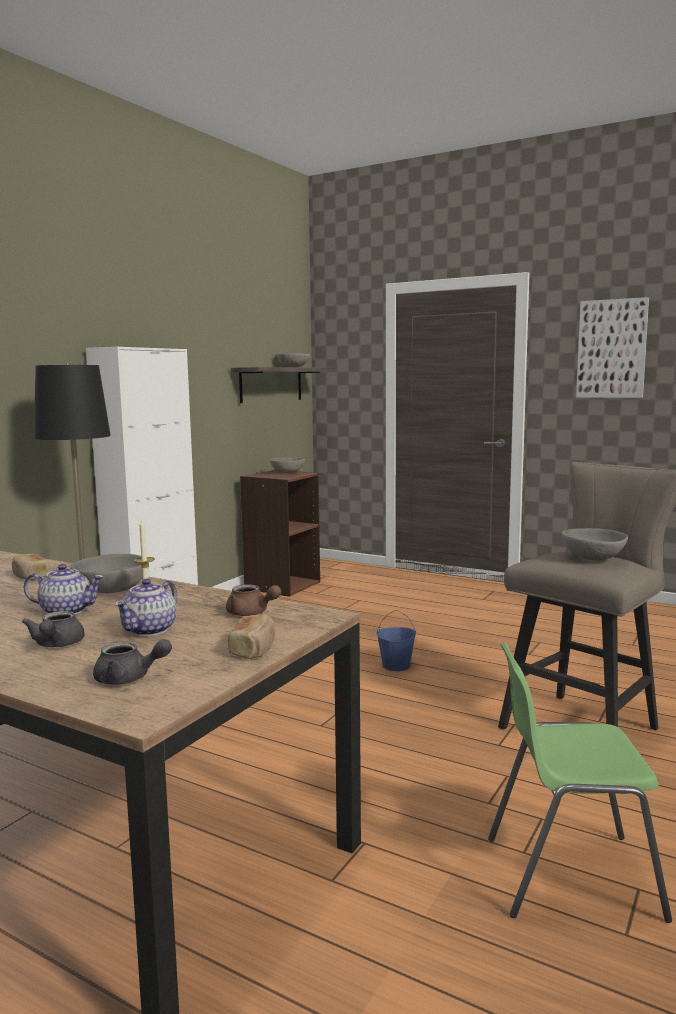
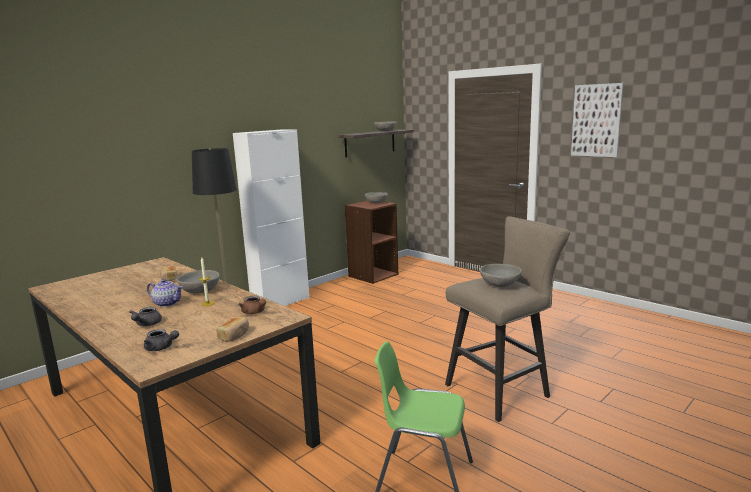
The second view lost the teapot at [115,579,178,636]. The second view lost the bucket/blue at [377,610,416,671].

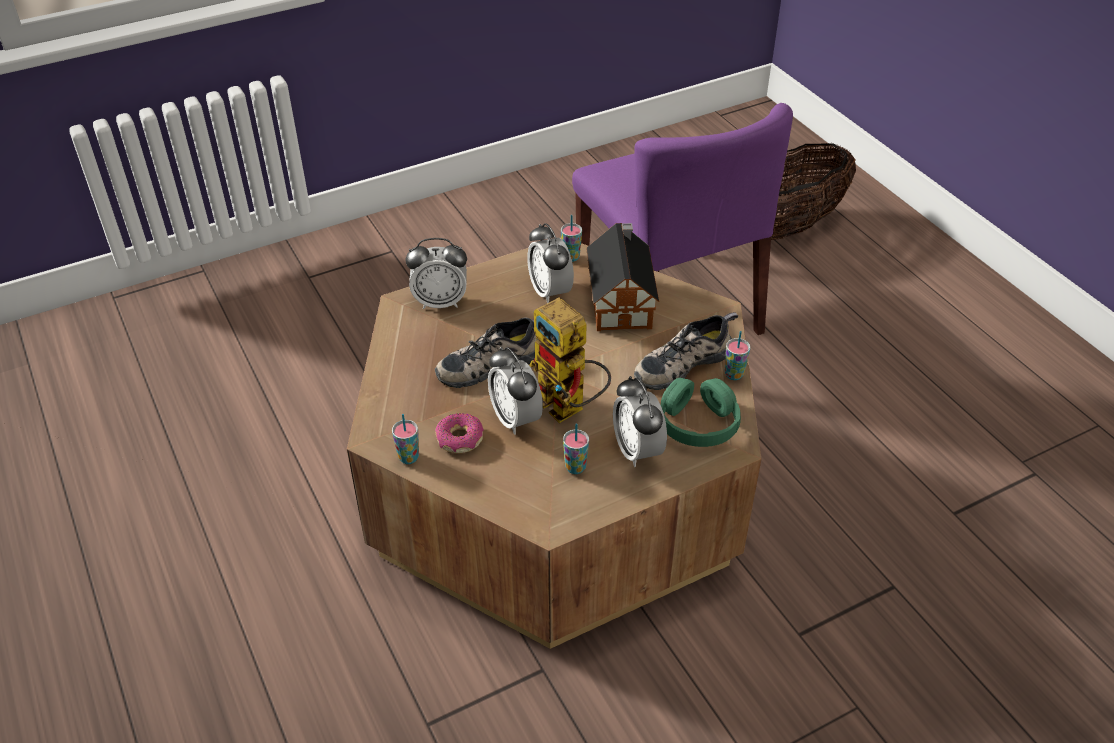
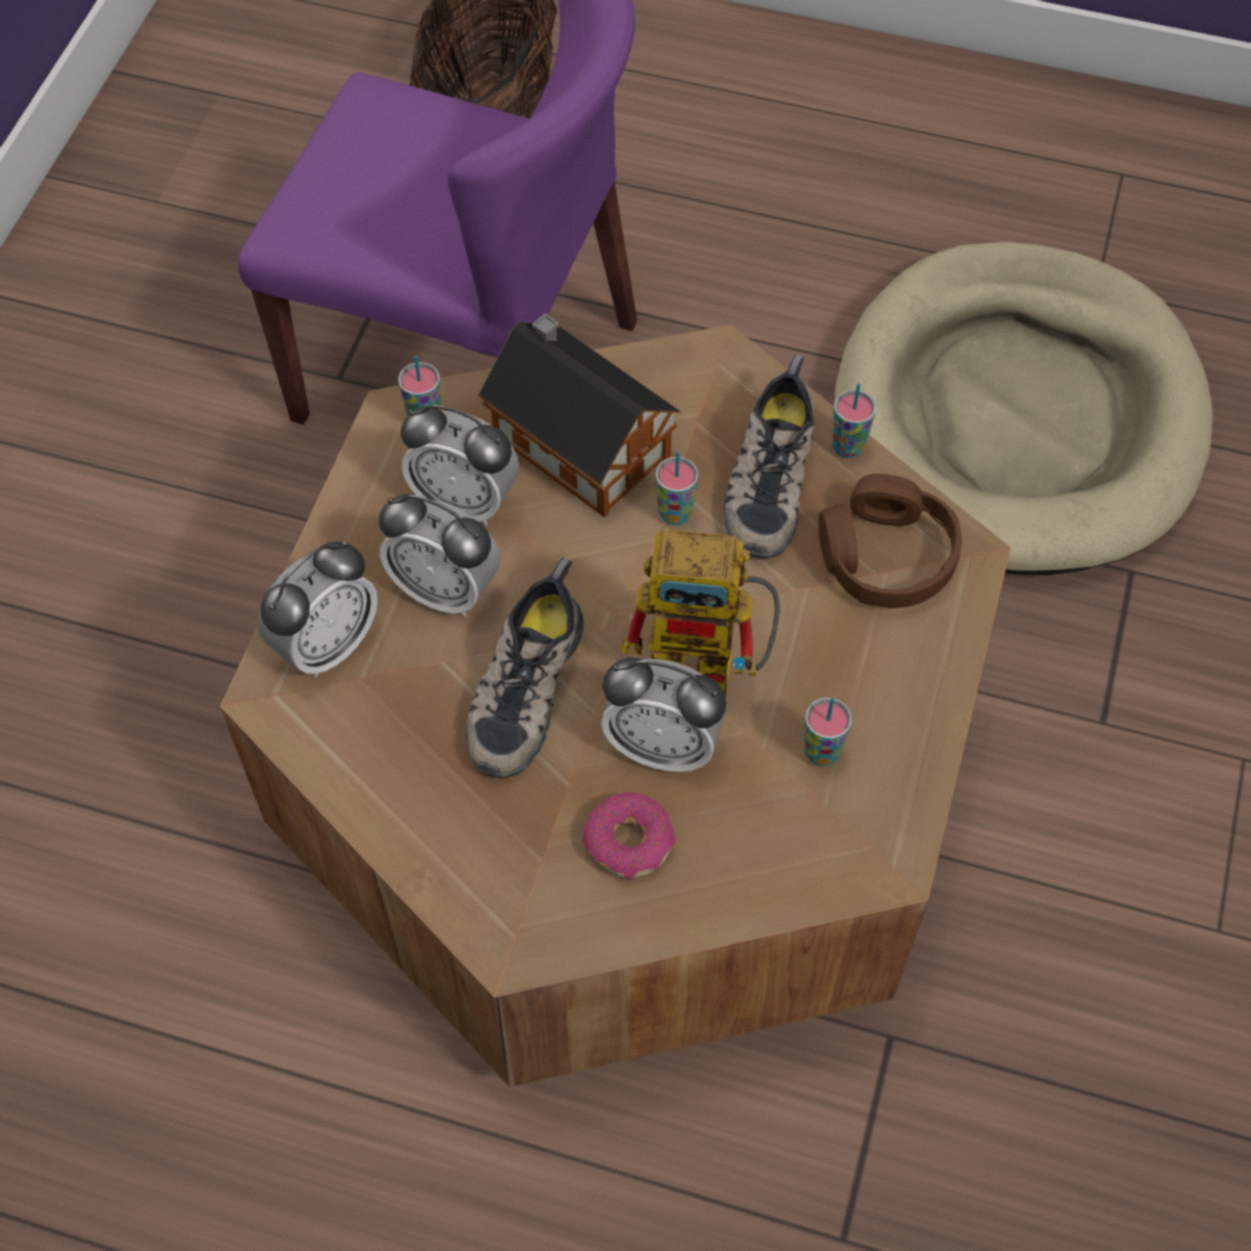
The alarm clock ended up elsewhere, having gone from [613,376,667,467] to [379,494,501,617]. The cup ended up elsewhere, having gone from [392,414,419,464] to [655,452,698,525]. What was the headphones/green at [661,378,741,447] turned into the headphones/brown at [818,474,962,608]. The second view gained the dog bed/beige at [834,242,1213,575].

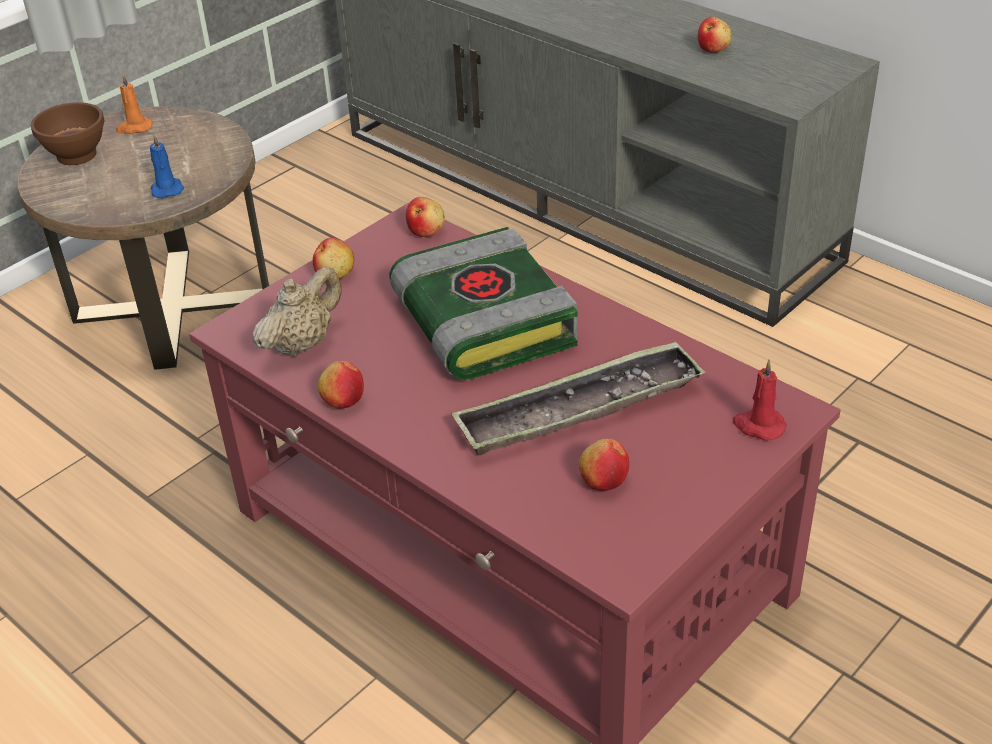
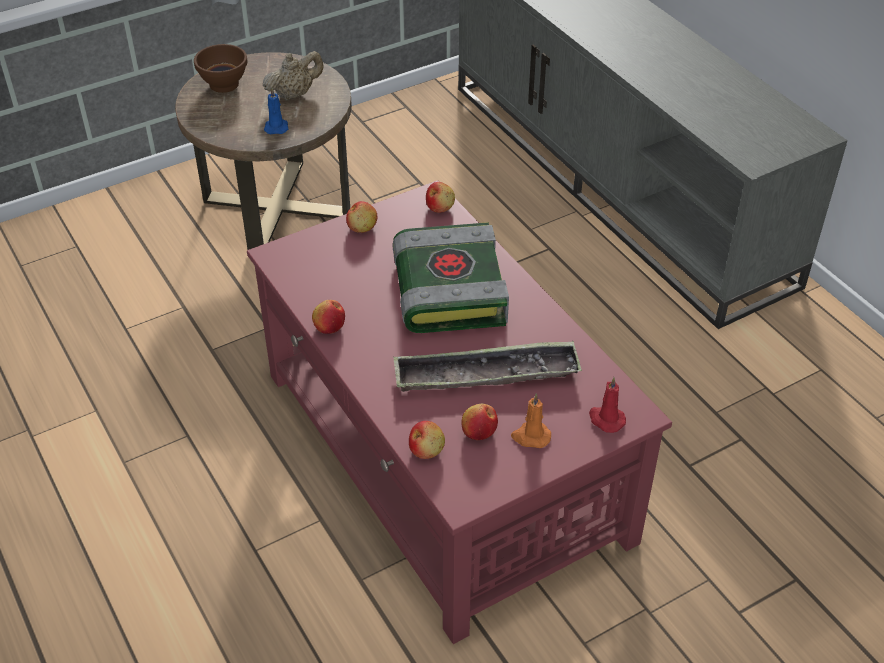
The teapot/beige ended up elsewhere, having gone from [253,266,342,357] to [263,51,324,100]. The apple ended up elsewhere, having gone from [698,17,732,53] to [409,421,445,459]. The candle/orange ended up elsewhere, having gone from [116,74,153,134] to [511,393,551,448].

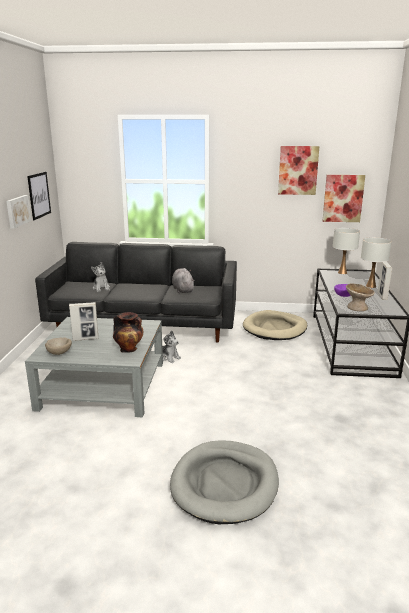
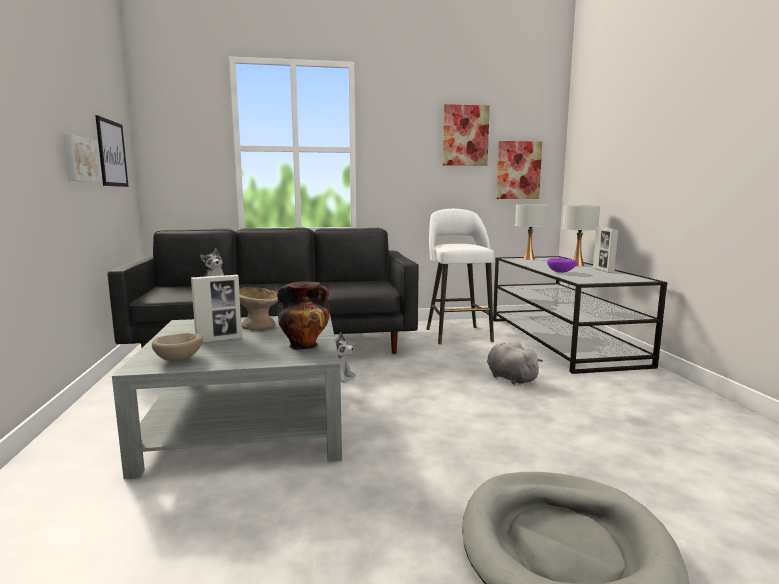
The bowl/beige ended up elsewhere, having gone from [346,284,375,311] to [239,287,278,330]. Where the dog bed/beige stood at [243,310,307,340], the stool/white came to stand at [426,209,494,345]. The plush toy/grey ended up elsewhere, having gone from [172,268,195,293] to [487,341,543,385].

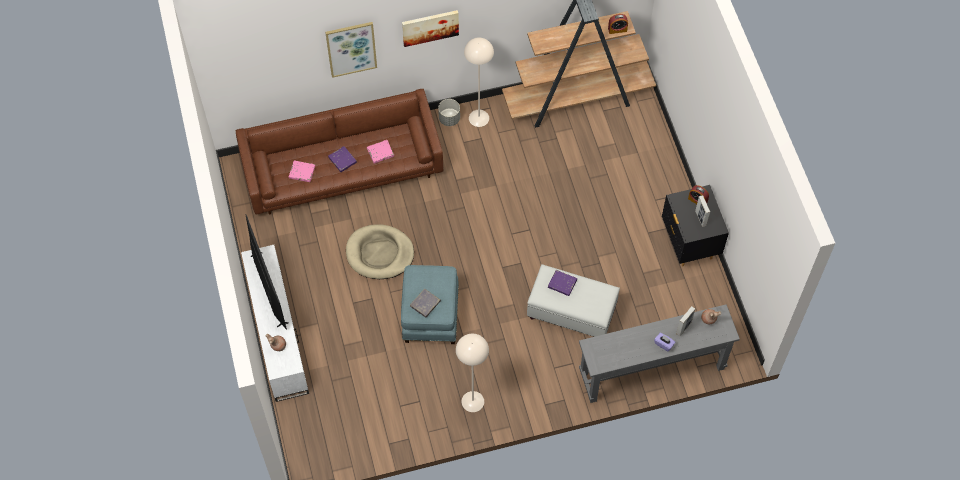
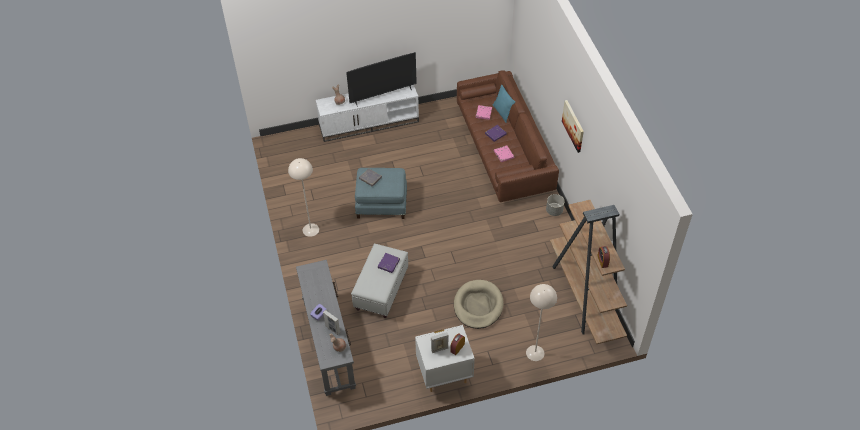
What was the nightstand/black at [662,185,729,266] turned into the nightstand/white at [415,325,475,392]. The dog bed/beige ended up elsewhere, having gone from [346,224,414,279] to [454,280,504,329]. The second view gained the pillow/turquoise at [493,85,515,123]. The floor lamp/beige ended up elsewhere, having gone from [464,37,494,127] to [526,284,557,361]. The second view lost the picture at [325,22,377,78].

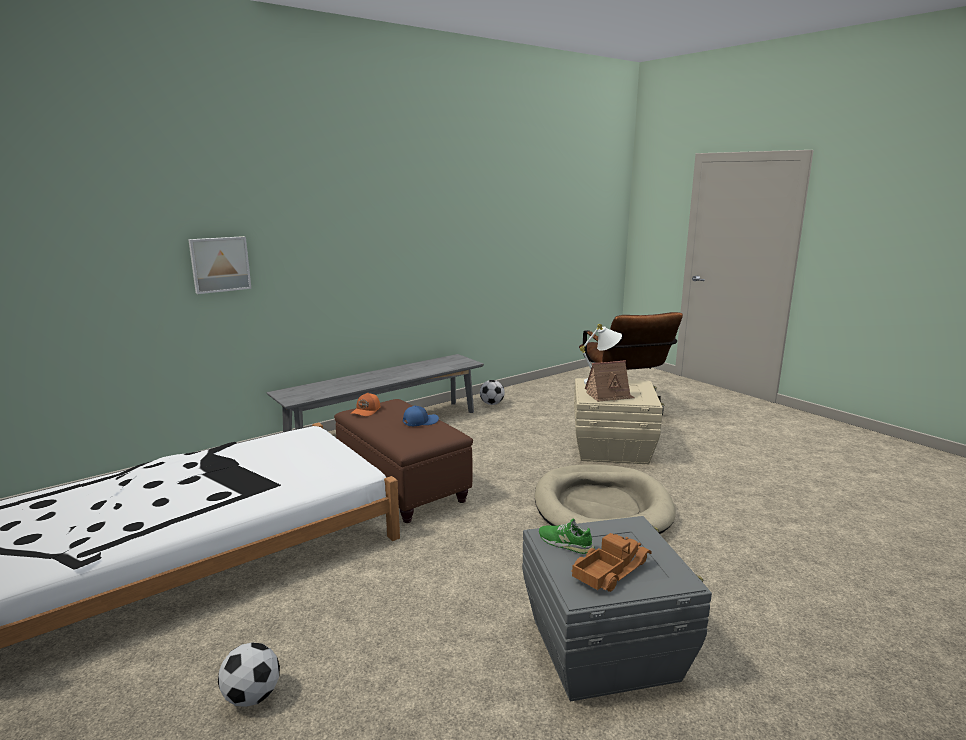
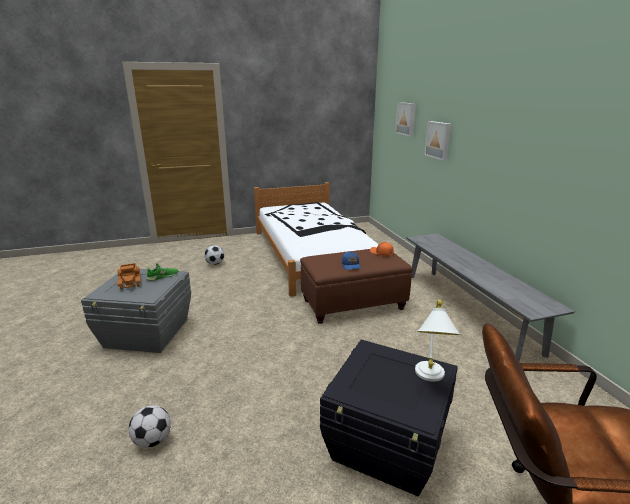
The football ended up elsewhere, having gone from [480,380,505,405] to [129,405,171,448]. What was the storage box/beige at [574,378,664,464] turned into the storage box/black at [320,339,458,496]. The second view gained the picture at [395,102,416,136]. The second view lost the dog bed/beige at [535,464,676,534]. The second view lost the toy house at [585,360,635,402].

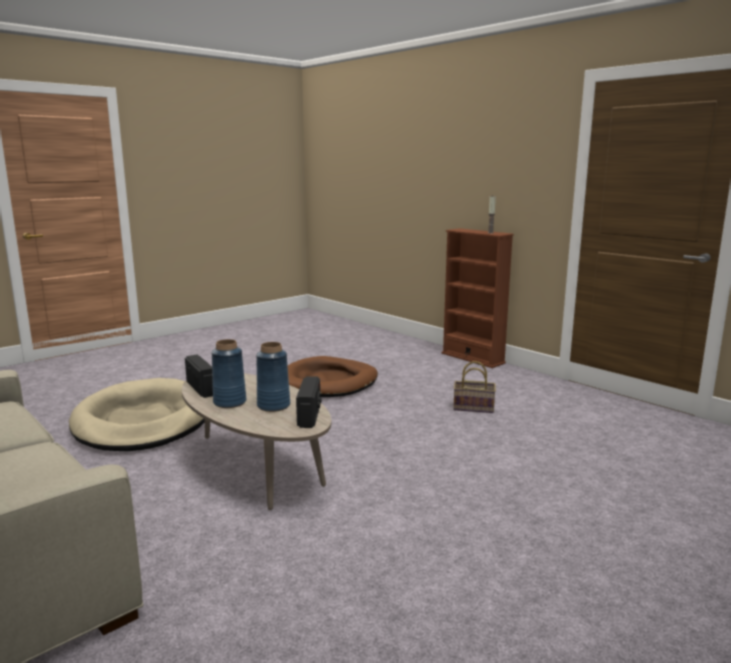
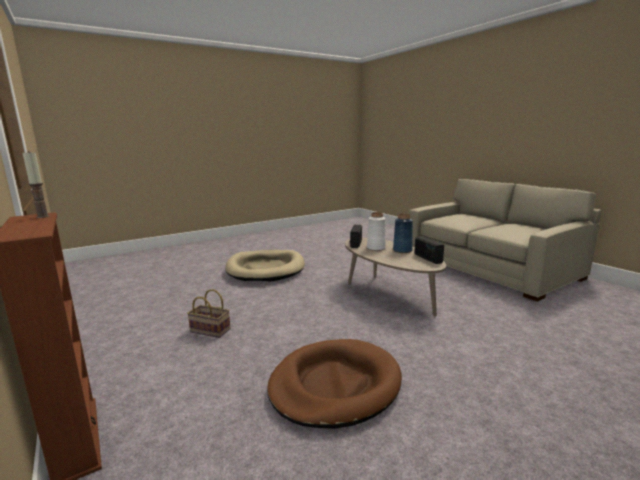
The dog bed/beige ended up elsewhere, having gone from [69,378,205,451] to [225,250,305,282]. What was the vase/blue at [256,342,290,412] turned into the vase/white at [367,212,386,251].

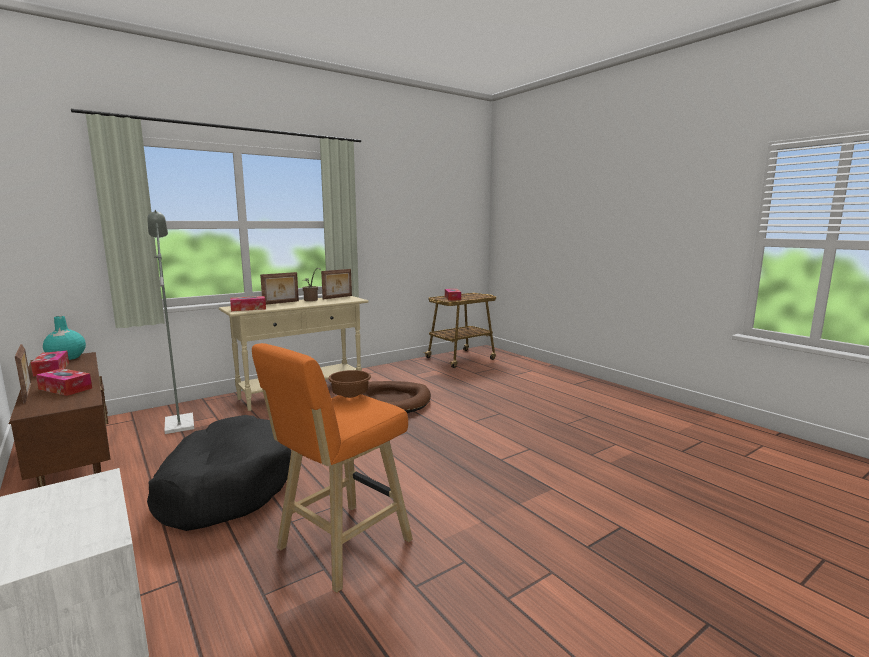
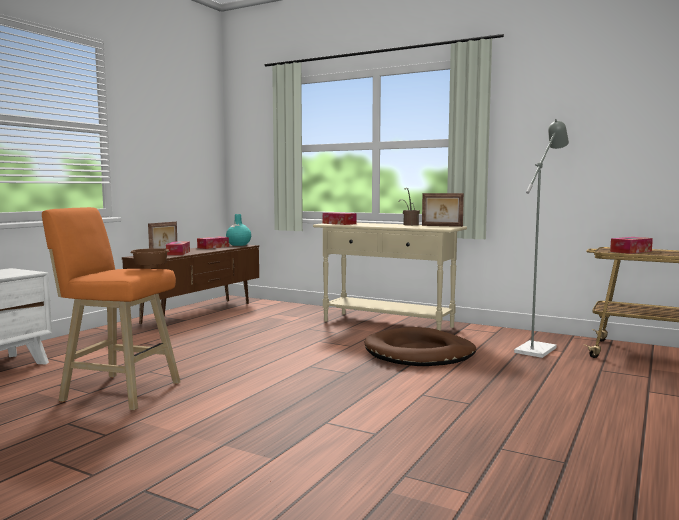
The floor lamp/grey ended up elsewhere, having gone from [147,210,194,434] to [514,119,569,358]. The second view lost the dog bed/black at [147,415,291,531]. The second view lost the picture frame at [260,272,299,305].

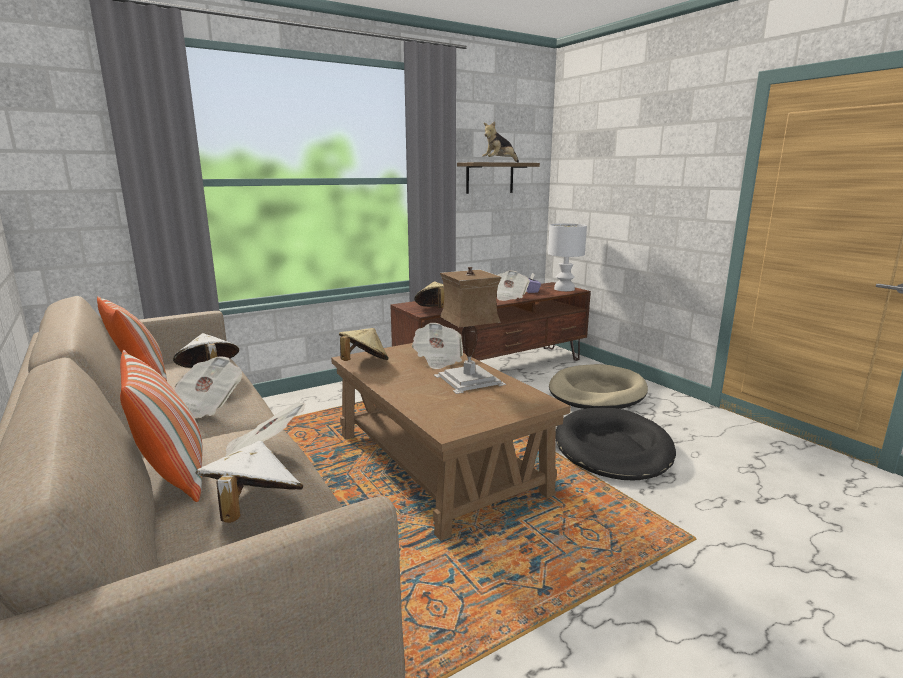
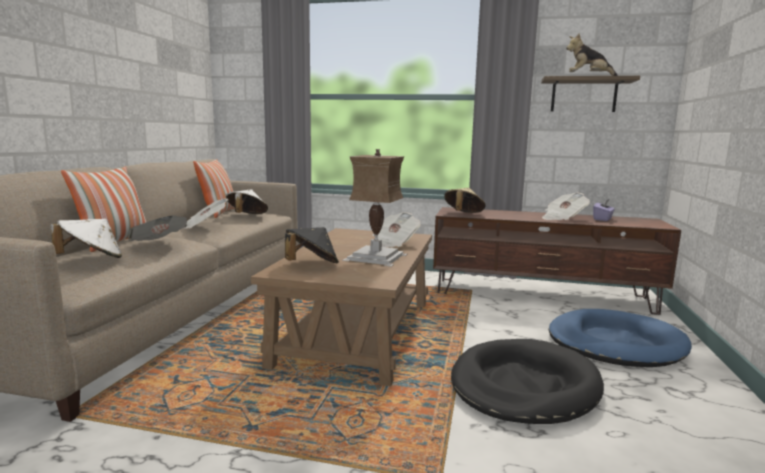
The second view gained the hat/black at [285,227,339,263]. What was the dog bed/beige at [549,364,648,409] turned into the dog bed/blue at [549,309,692,367]. The second view lost the hat/beige at [339,328,389,361]. The second view lost the table lamp/white at [548,223,587,291].

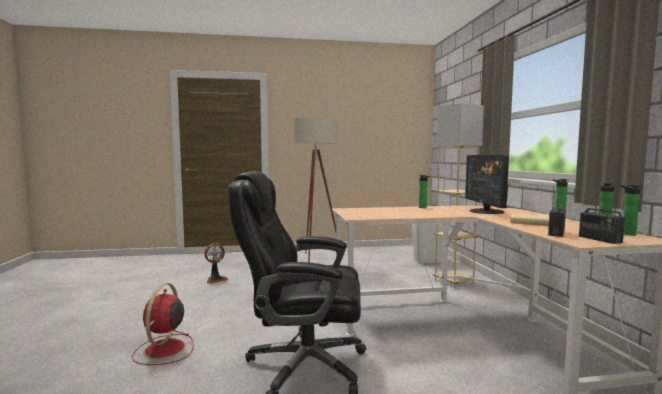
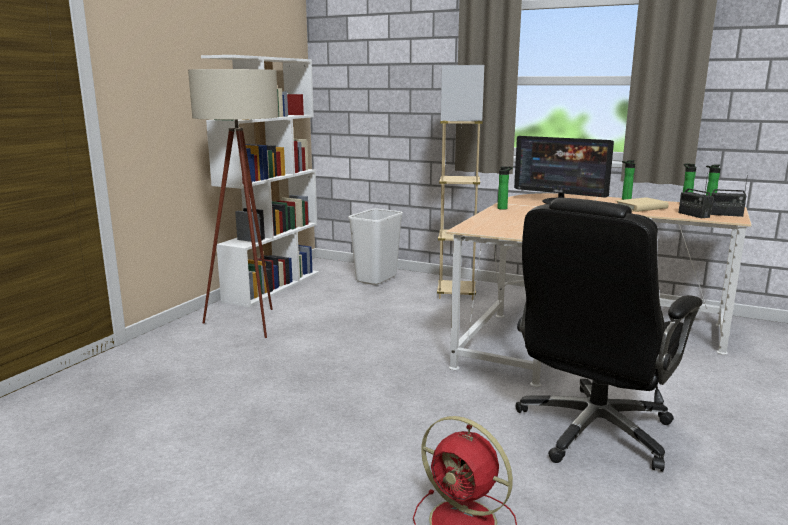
The second view gained the bookcase/white at [201,55,319,307]. The second view lost the fan at [204,243,228,284].

